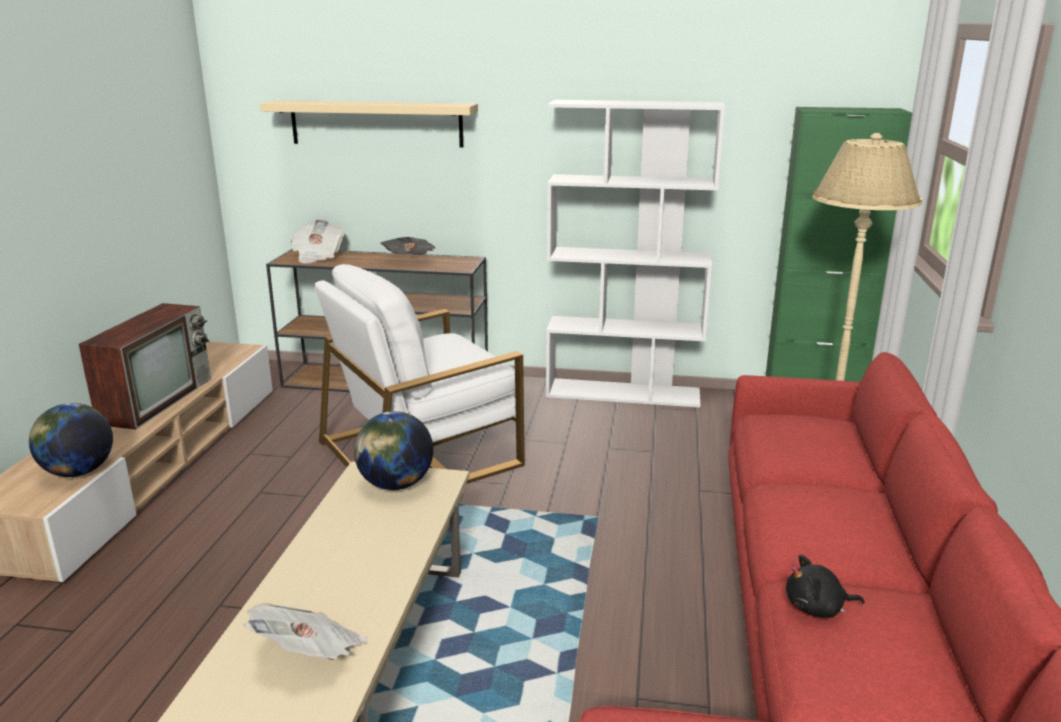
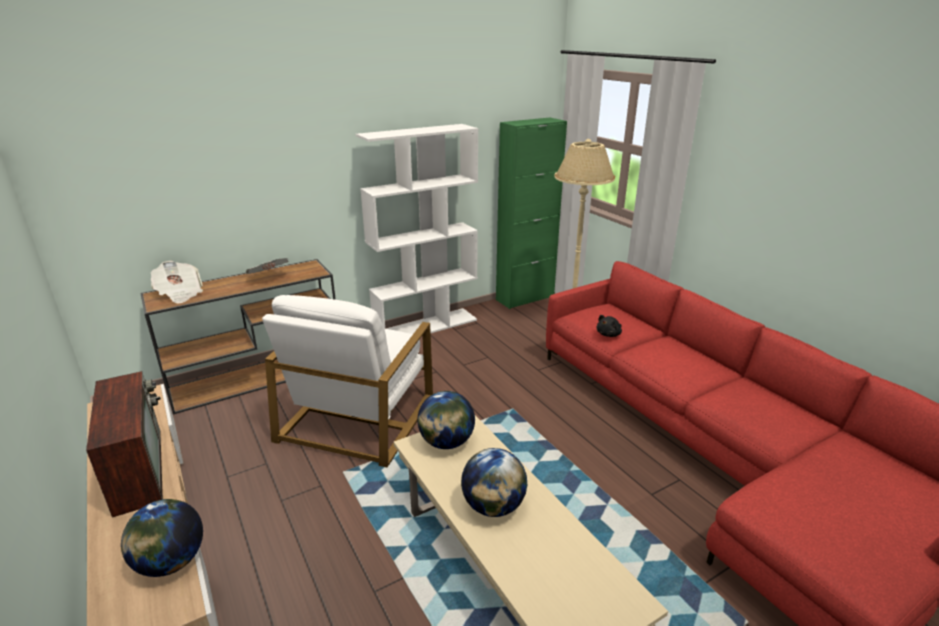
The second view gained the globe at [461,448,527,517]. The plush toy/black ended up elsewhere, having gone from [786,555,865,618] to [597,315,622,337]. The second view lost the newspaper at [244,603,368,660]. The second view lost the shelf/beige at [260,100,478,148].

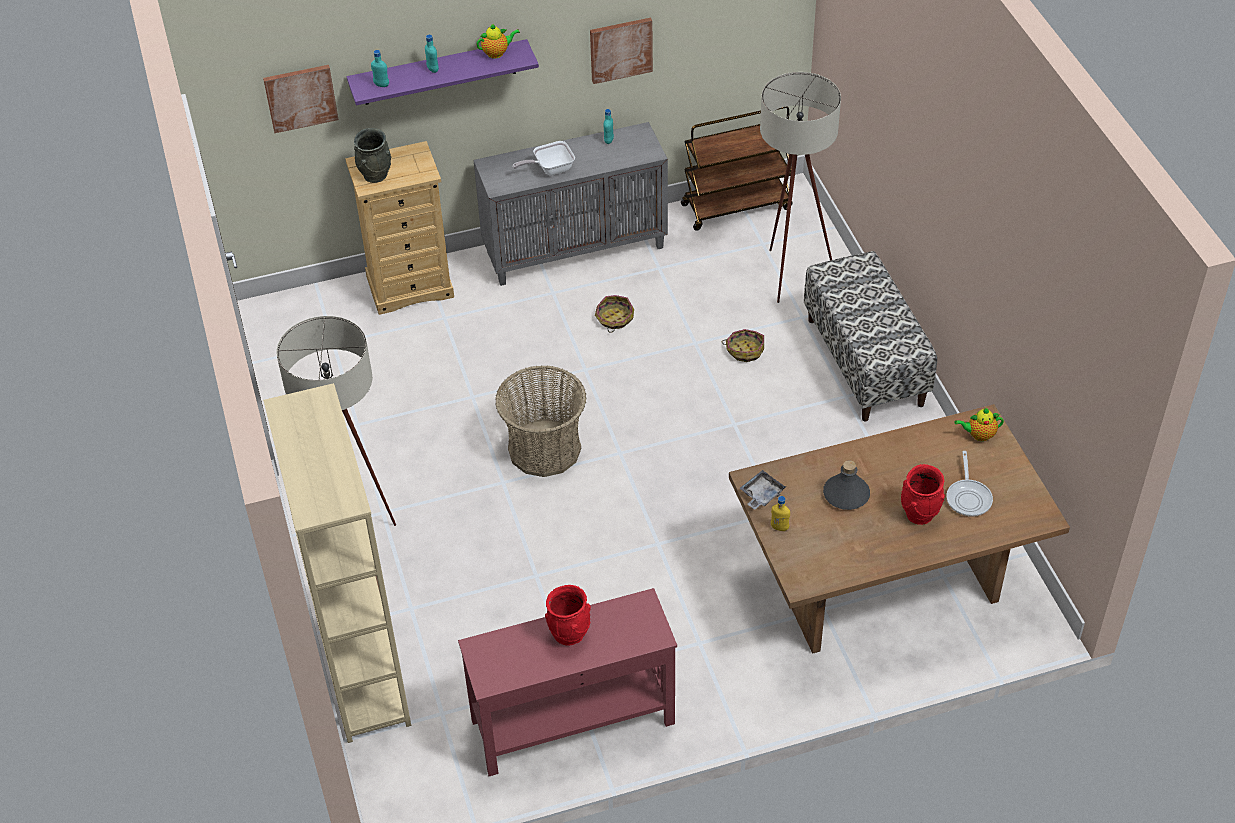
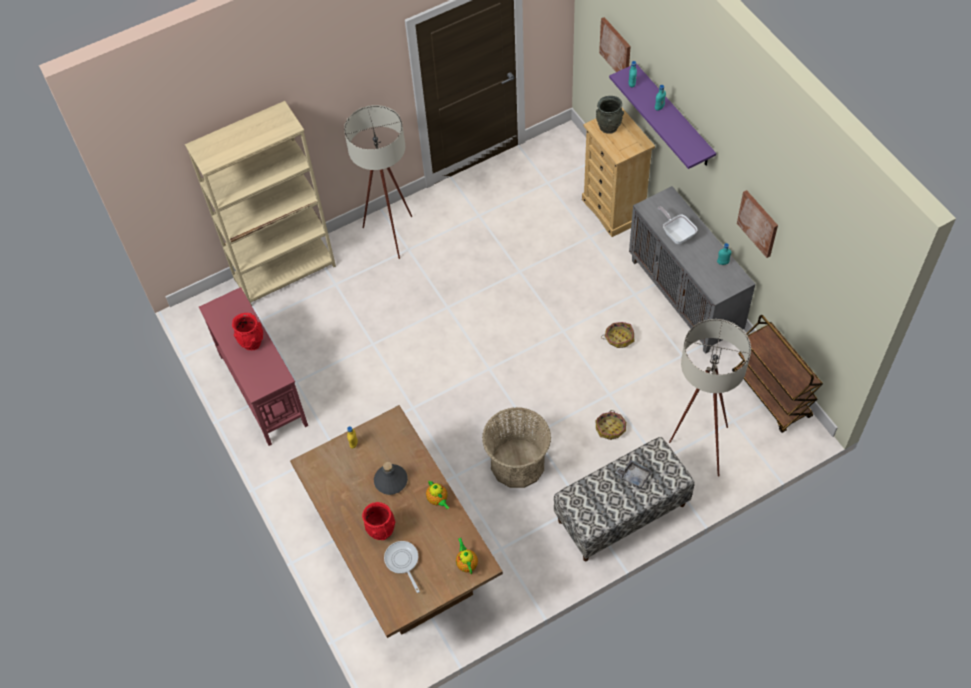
The frying pan at [946,451,993,517] ended up facing another way, 75 degrees clockwise from before. The teapot ended up elsewhere, having gone from [477,23,520,58] to [426,481,449,509]. The basket ended up elsewhere, having gone from [495,365,586,477] to [482,407,551,488]. The tray/grey ended up elsewhere, having gone from [740,470,786,510] to [615,460,652,488].

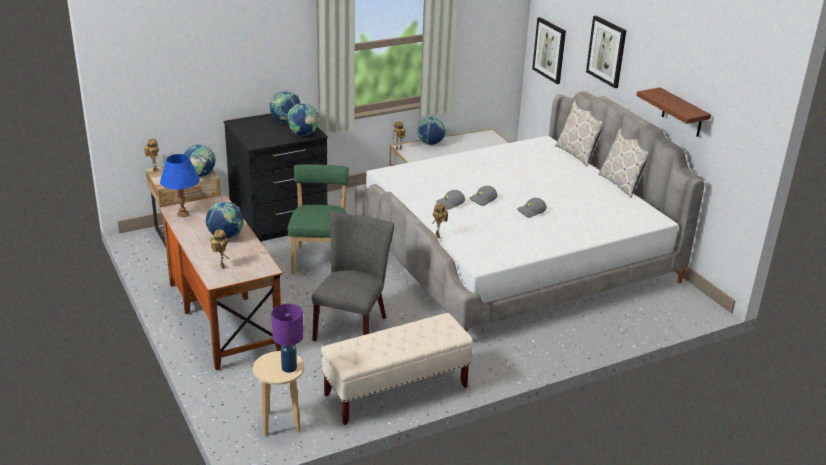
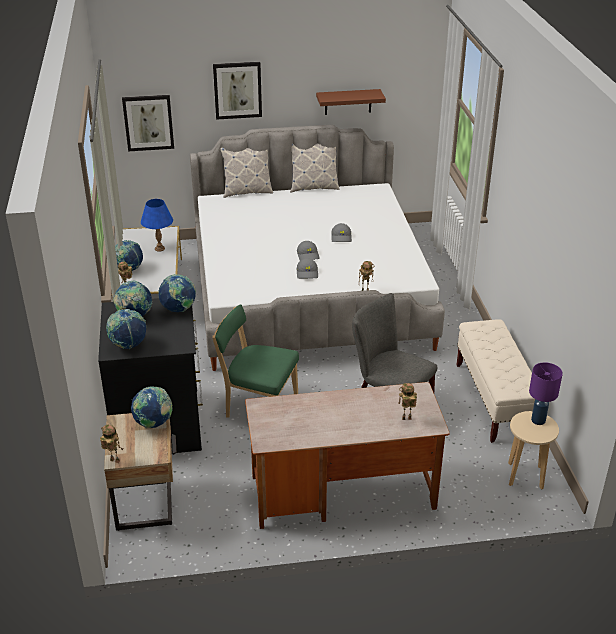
The globe ended up elsewhere, having gone from [205,202,244,238] to [106,309,146,349]. The table lamp/blue ended up elsewhere, having gone from [160,154,200,217] to [141,199,173,252].

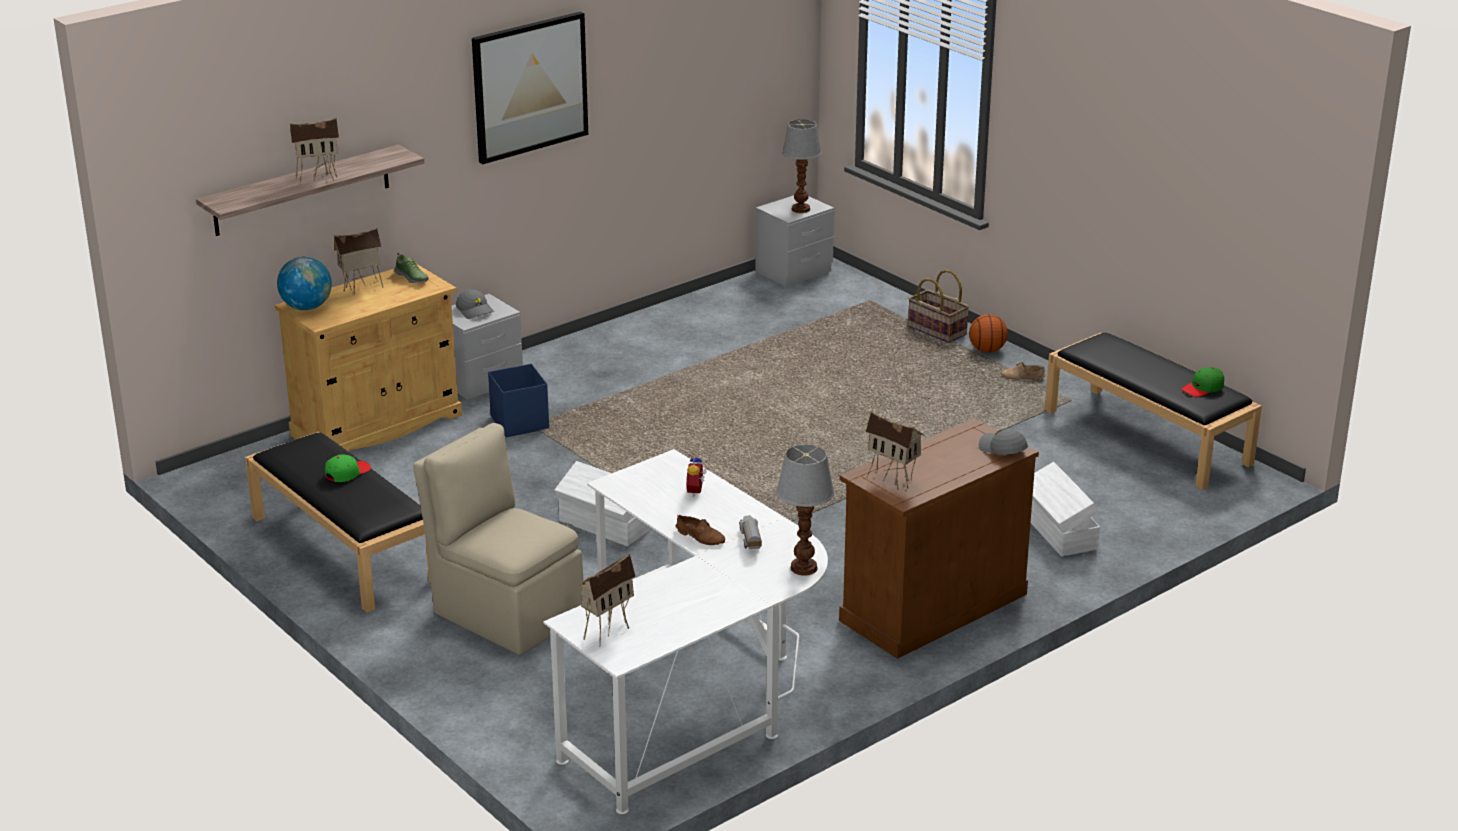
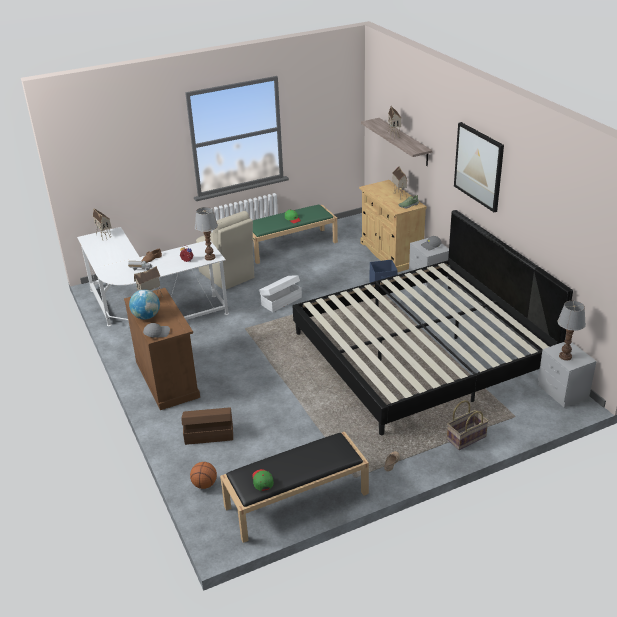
The globe ended up elsewhere, having gone from [277,257,332,310] to [129,290,160,320]. What was the storage box/white at [1031,462,1100,557] turned into the storage box/brown at [181,407,233,445]. The basketball ended up elsewhere, having gone from [969,314,1008,353] to [190,462,217,489]. The table lamp ended up elsewhere, having gone from [776,444,834,575] to [195,207,218,261]. The chair/beige at [413,423,584,655] ended up facing another way, 90 degrees clockwise from before. What was the bench/black at [245,432,431,612] turned into the bench/green at [253,205,338,264]. The second view gained the bed at [293,210,573,435].

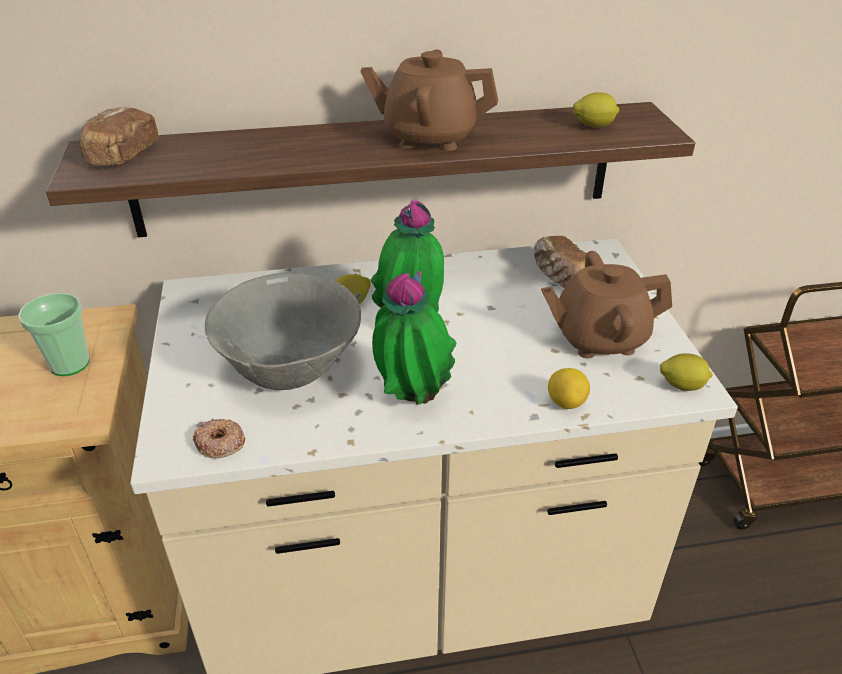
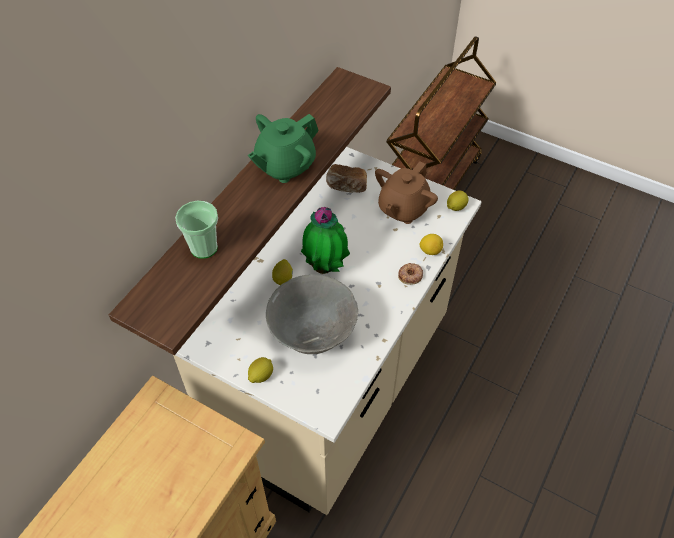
The cup ended up elsewhere, having gone from [18,293,90,376] to [175,201,218,259]. What was the teapot/brown at [361,50,498,151] turned into the teapot/green at [248,114,319,183]. The lemon ended up elsewhere, having gone from [573,92,620,128] to [248,357,273,383]. The donut ended up elsewhere, having gone from [193,419,245,458] to [398,263,423,285]. The second view lost the bread at [78,107,158,166]. The second view lost the potted plant at [372,271,457,405].

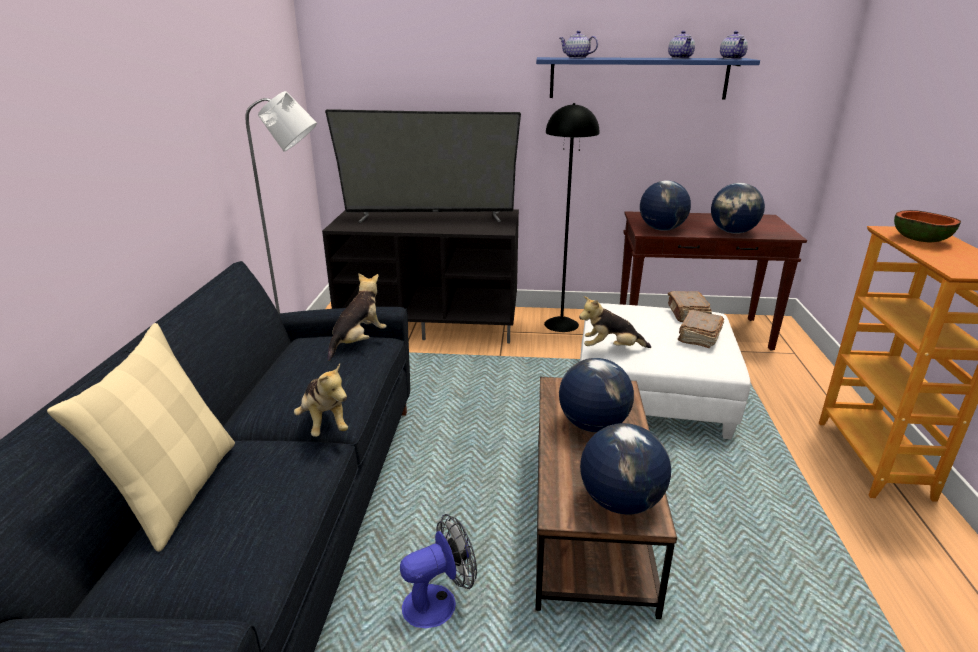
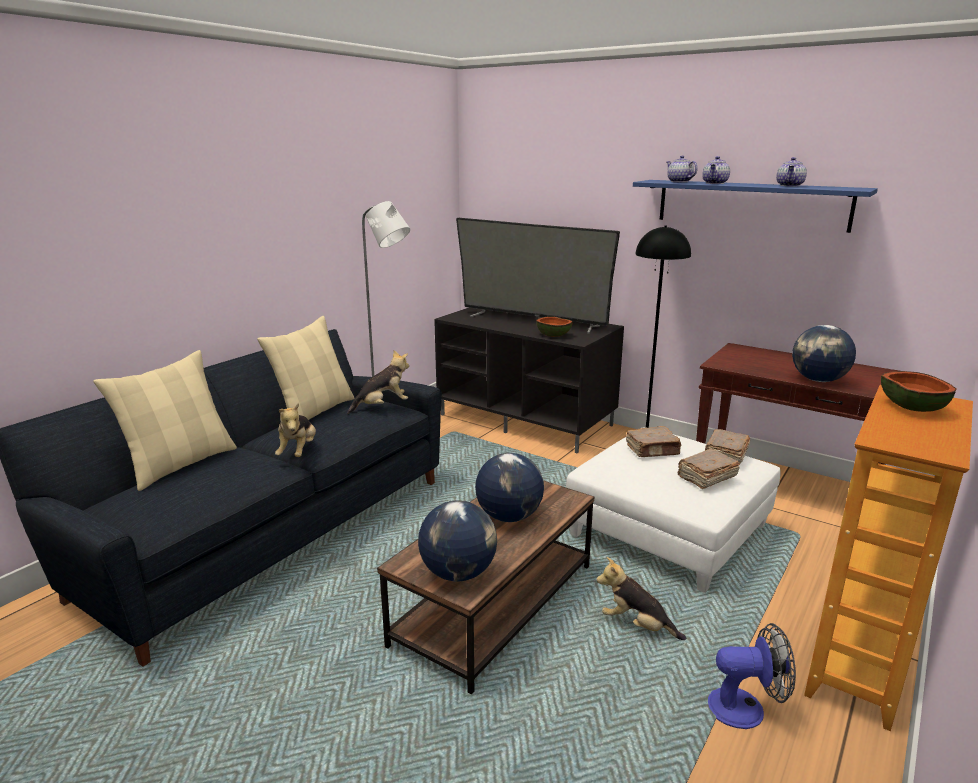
The second view gained the pillow/beige at [257,316,354,420]. The second view gained the bowl at [536,316,572,337]. The plush toy ended up elsewhere, having gone from [579,296,651,348] to [596,557,686,640]. The second view gained the book/brown at [626,426,681,457]. The teapot ended up elsewhere, having gone from [720,31,748,59] to [702,156,730,184]. The fan ended up elsewhere, having gone from [400,514,477,628] to [708,623,796,729]. The second view lost the globe at [640,180,691,231].

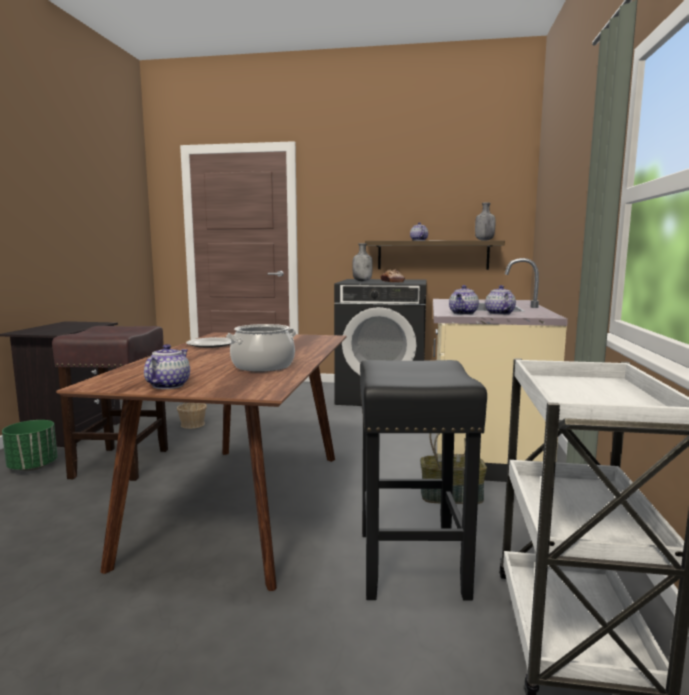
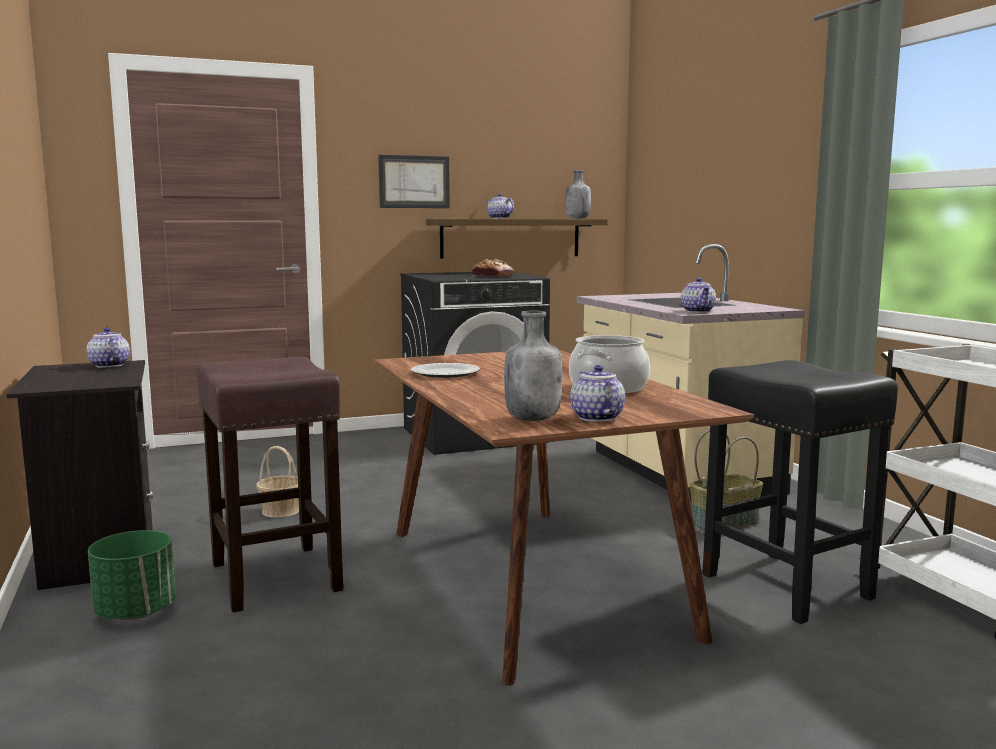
The teapot ended up elsewhere, having gone from [485,285,516,315] to [86,327,130,368]. The second view gained the picture at [378,155,450,208]. The bottle/grey ended up elsewhere, having gone from [352,243,373,281] to [504,311,562,421].

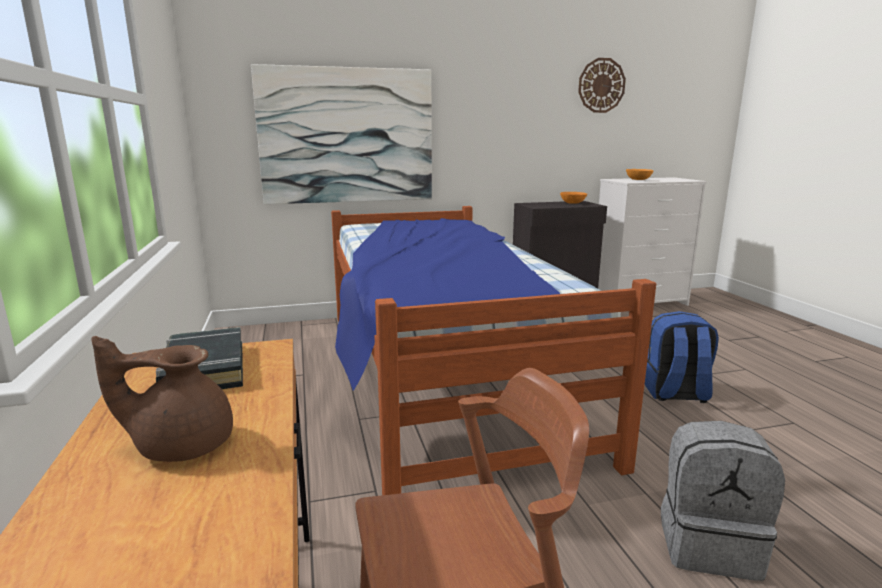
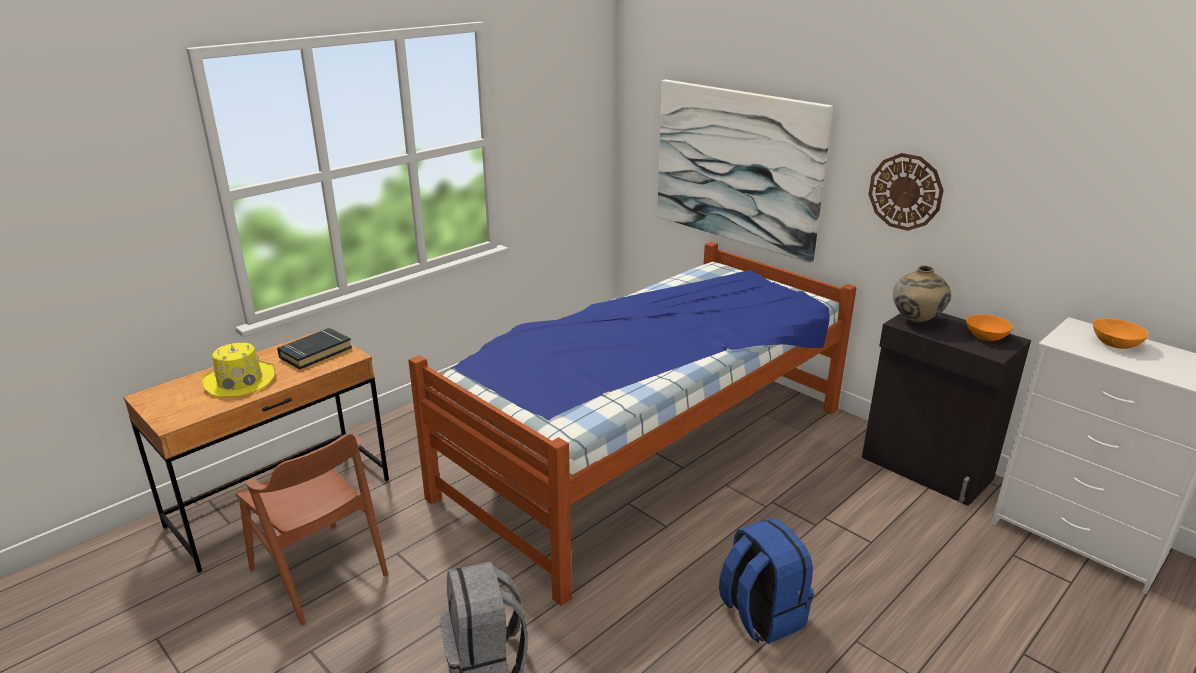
Where the teapot/brown stood at [91,336,233,462], the hat/yellow came to stand at [202,343,275,397]. The wall clock ended up elsewhere, having gone from [578,58,626,113] to [868,153,944,231]. The second view gained the vase/beige at [893,266,951,323].

